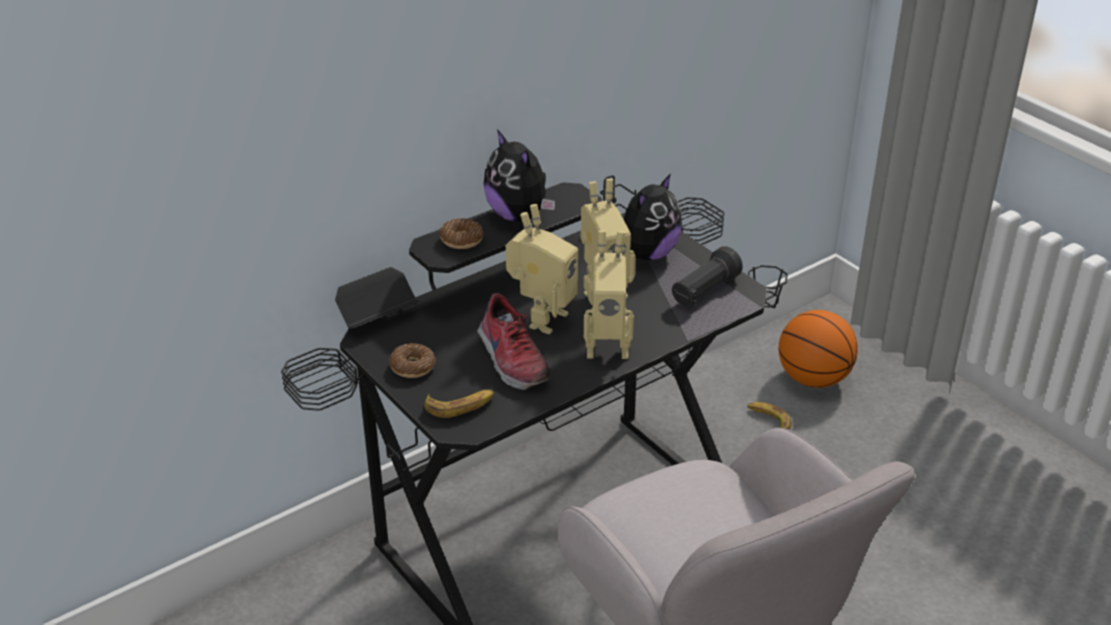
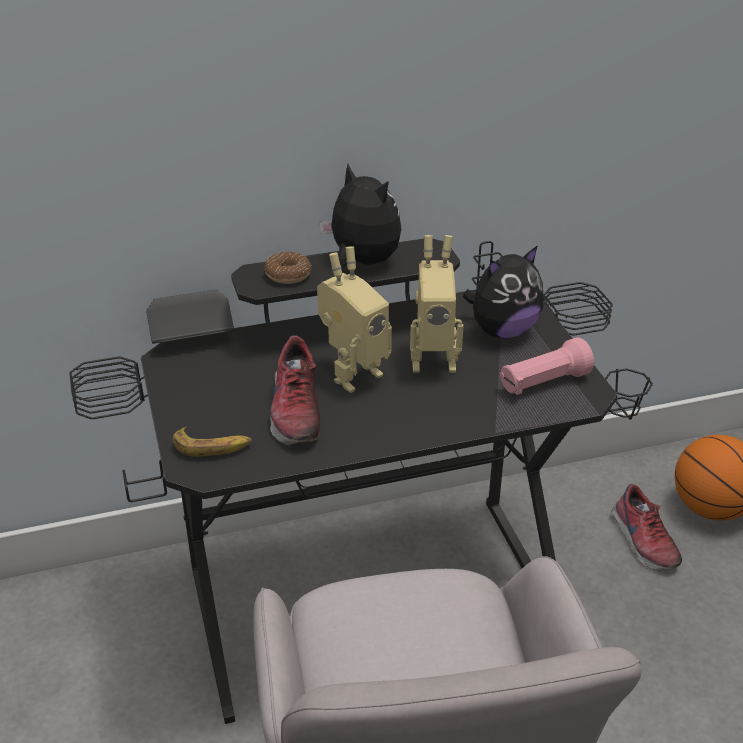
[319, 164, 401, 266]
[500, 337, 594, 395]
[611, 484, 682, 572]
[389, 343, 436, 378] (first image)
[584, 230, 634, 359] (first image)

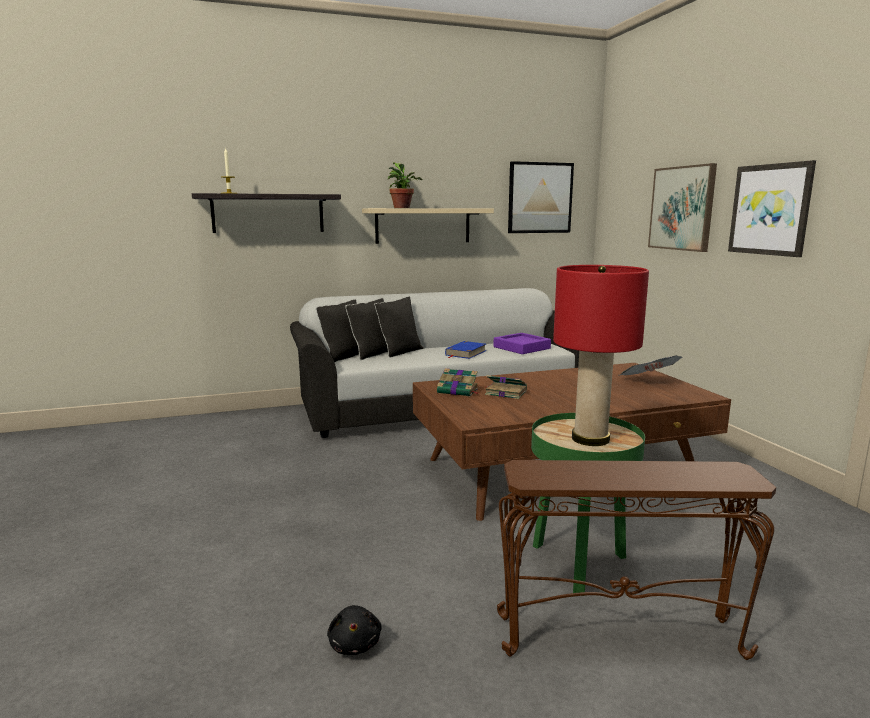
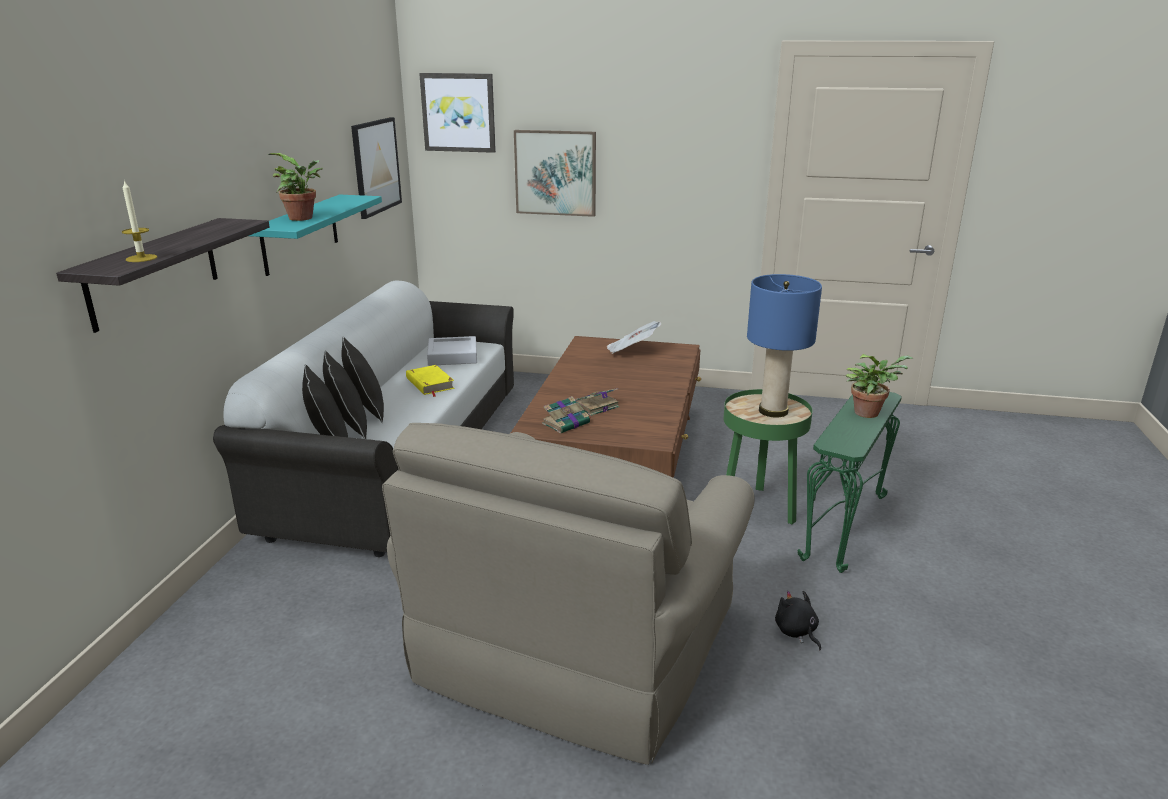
[249, 195, 382, 276]
[382, 423, 755, 765]
[406, 365, 455, 397]
[419, 73, 496, 153]
[427, 336, 477, 366]
[747, 274, 822, 417]
[775, 591, 821, 650]
[798, 392, 902, 573]
[845, 354, 913, 418]

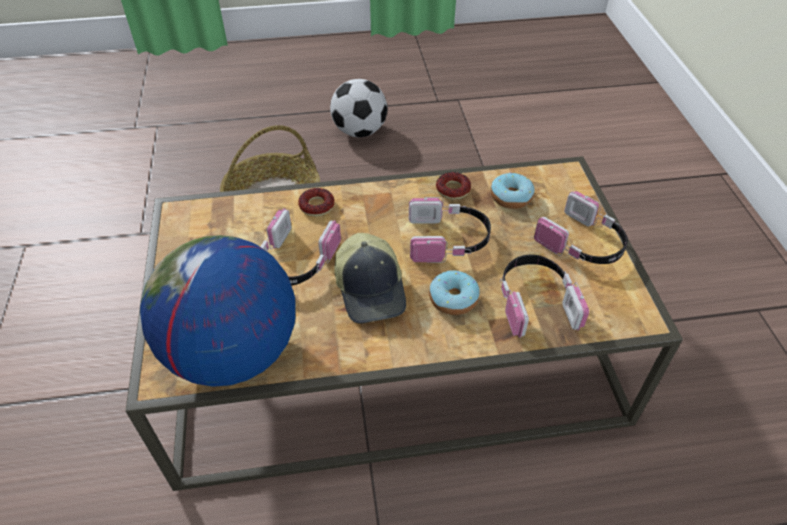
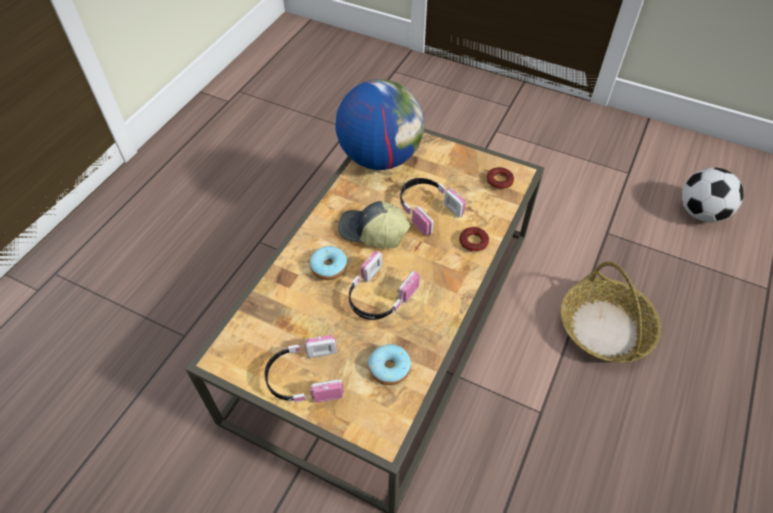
[486, 167, 514, 190]
[682, 168, 743, 223]
[500, 254, 589, 338] (first image)

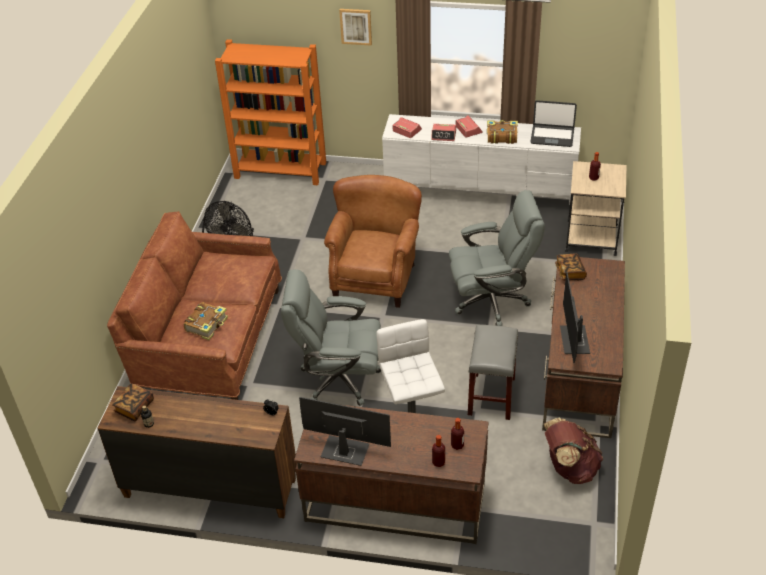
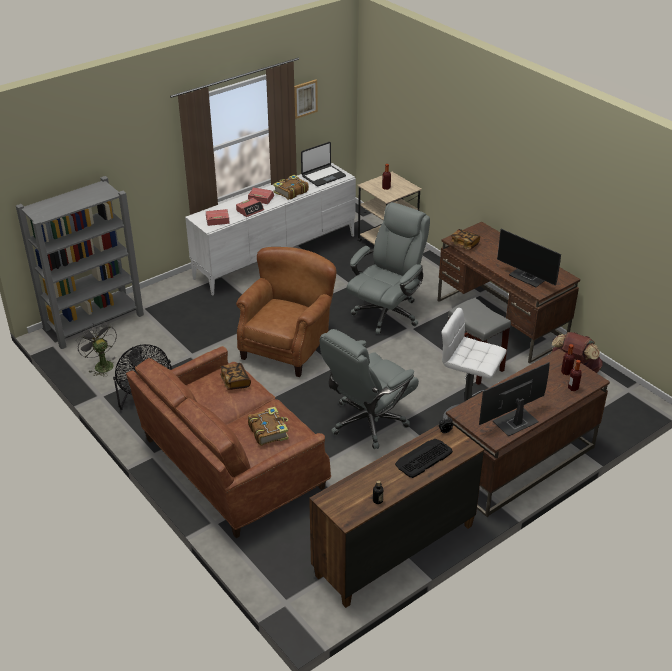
[16, 176, 144, 349]
[76, 321, 117, 377]
[220, 363, 251, 390]
[236, 247, 336, 377]
[294, 79, 318, 119]
[395, 439, 453, 478]

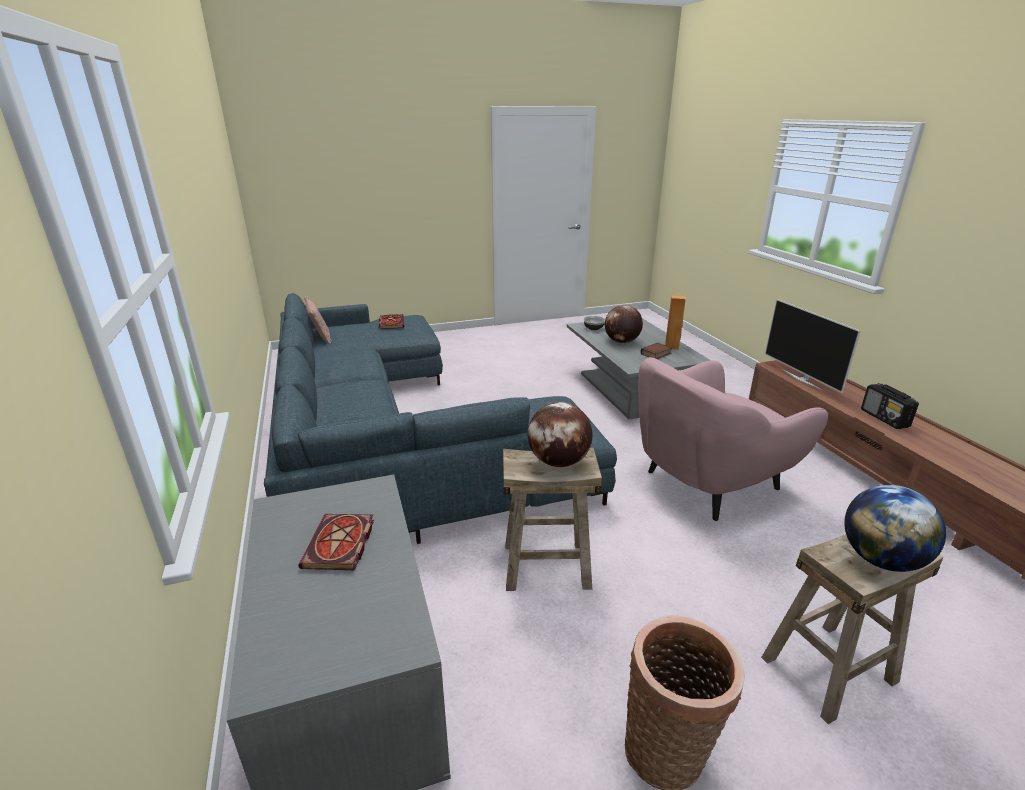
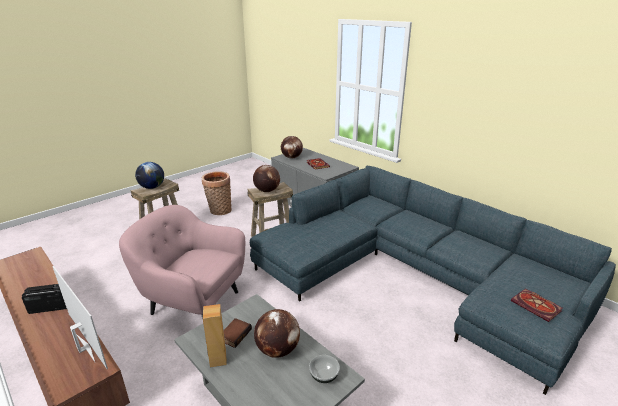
[22, 284, 67, 314]
[119, 205, 245, 319]
[281, 136, 303, 158]
[305, 296, 332, 344] (first image)

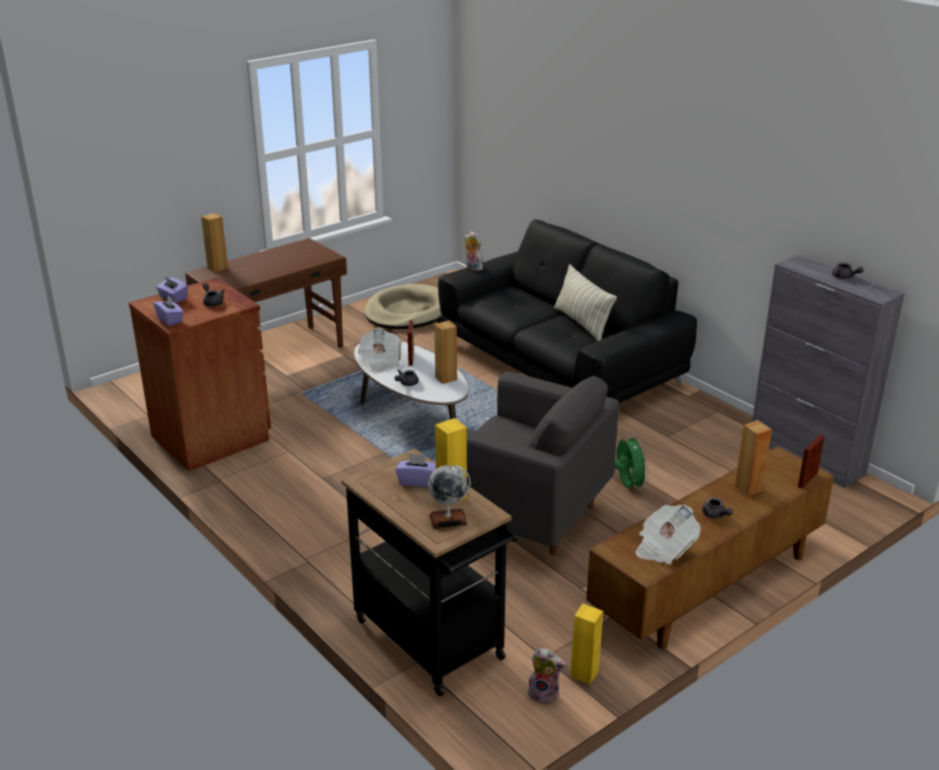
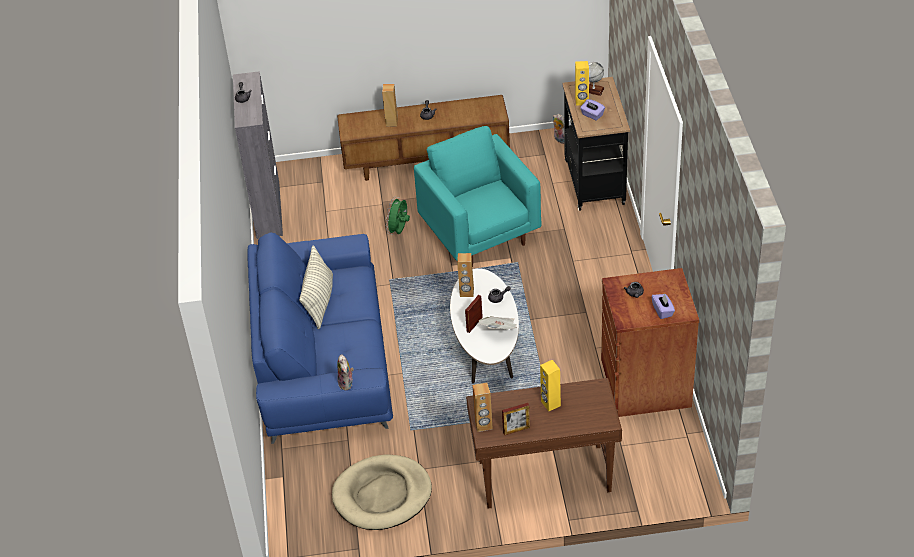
[247, 232, 393, 444]
[414, 126, 542, 267]
[472, 383, 493, 432]
[502, 403, 530, 435]
[540, 360, 561, 411]
[153, 295, 184, 326] (first image)
[635, 505, 701, 564] (first image)

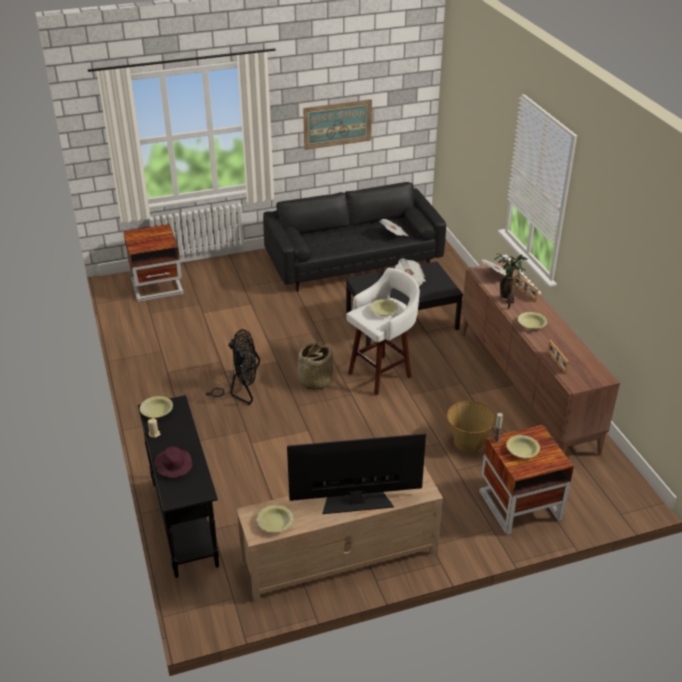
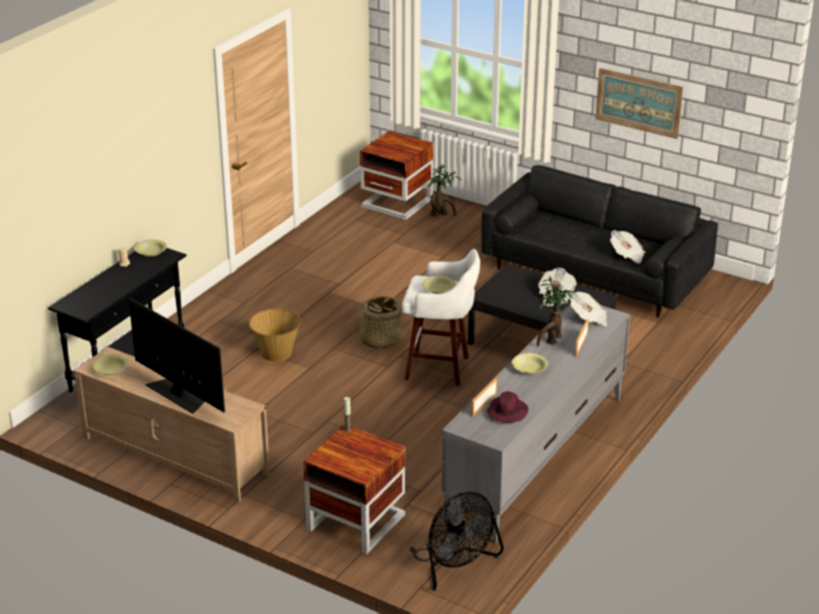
[249, 308, 301, 362]
[410, 492, 504, 591]
[429, 164, 461, 217]
[442, 302, 630, 544]
[487, 391, 528, 423]
[506, 435, 540, 458] (first image)

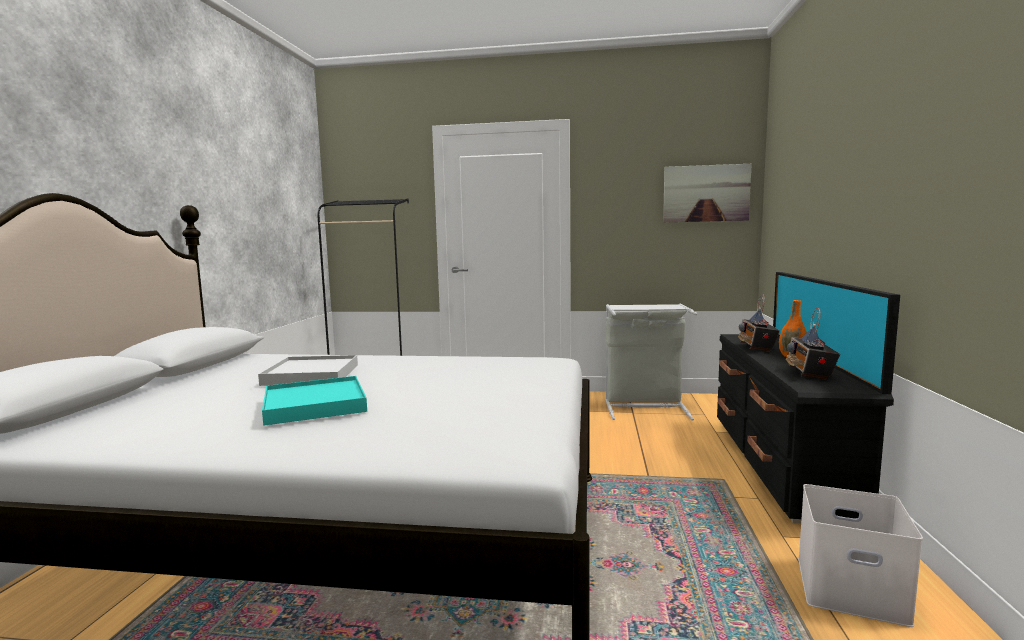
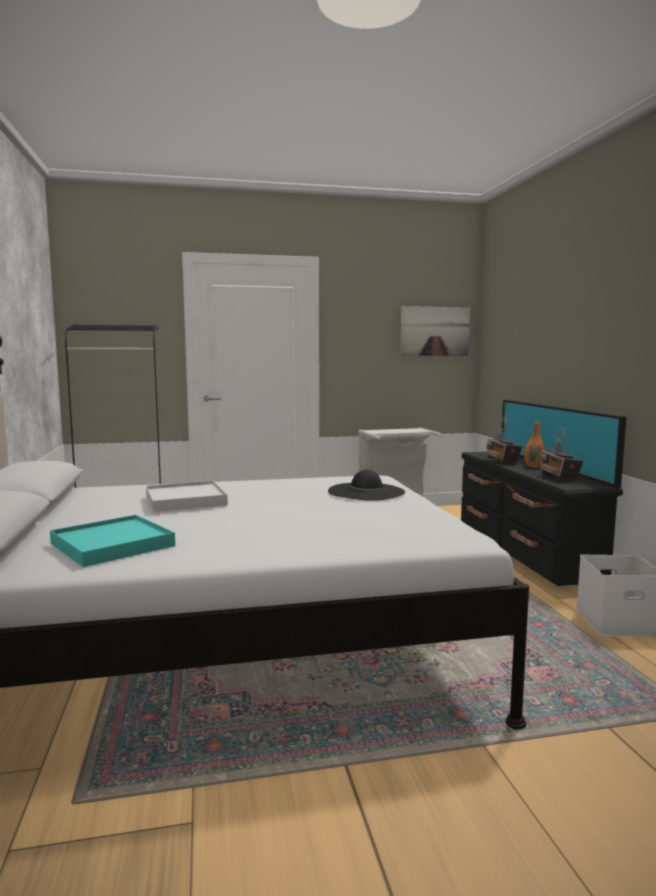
[50, 515, 175, 567]
[328, 470, 405, 501]

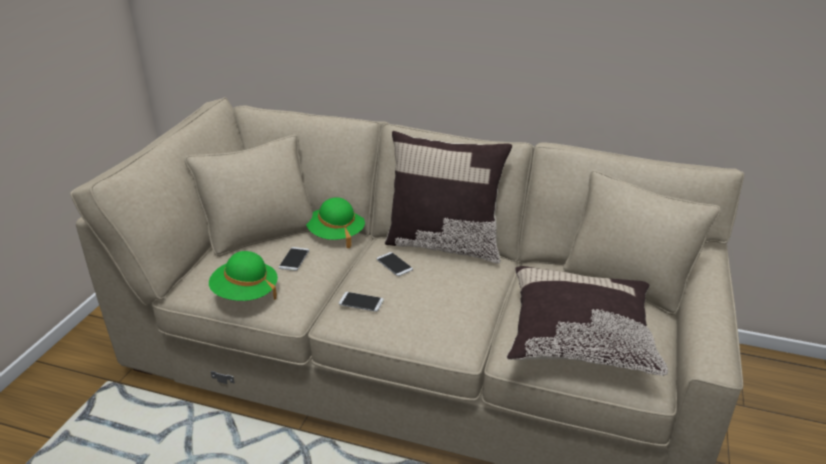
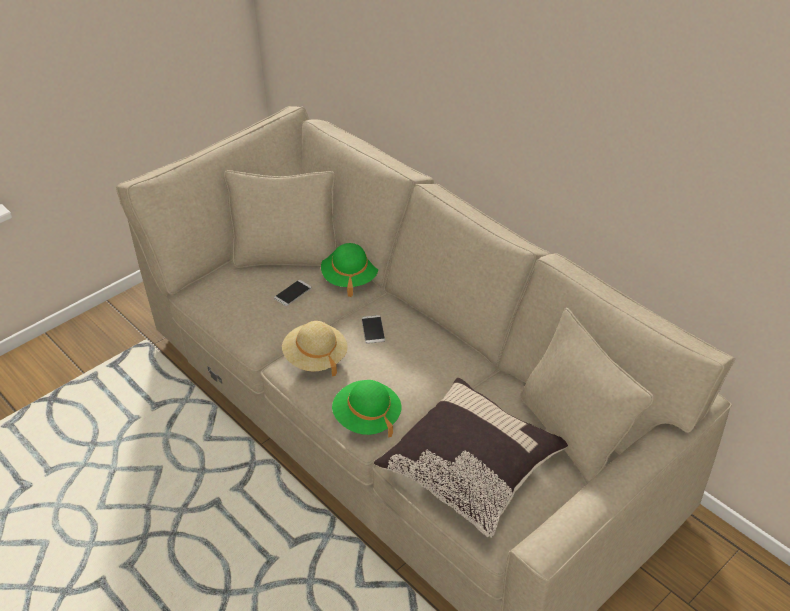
[282, 321, 348, 376]
[332, 380, 402, 438]
[385, 131, 512, 264] (first image)

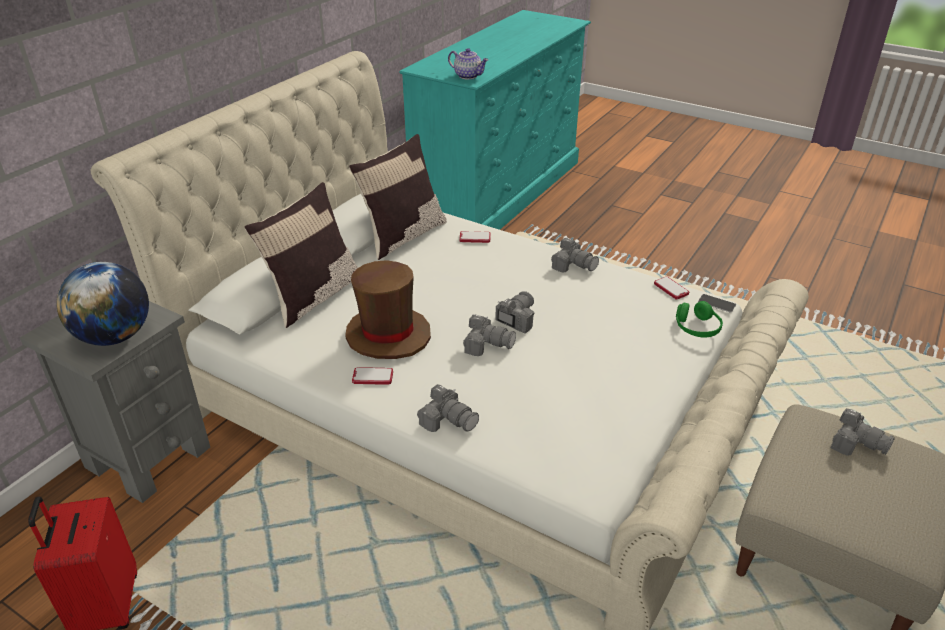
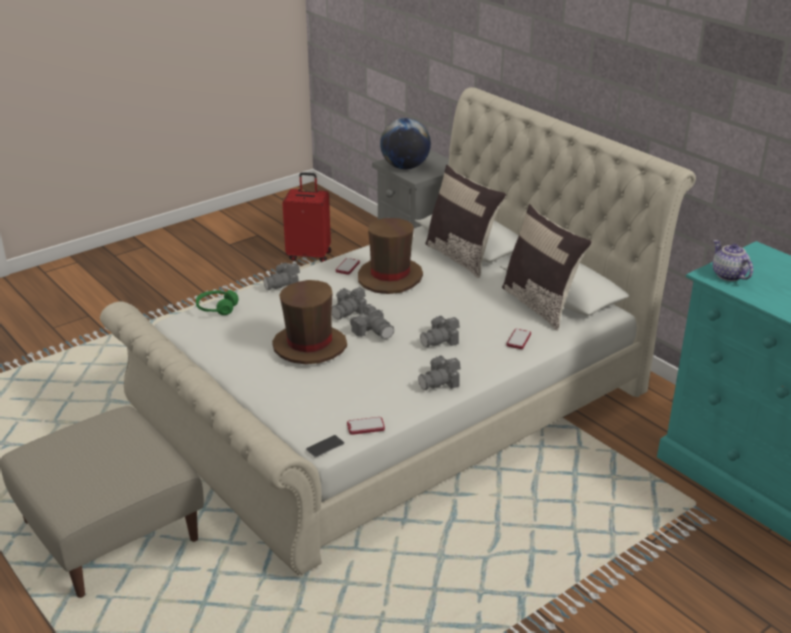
[196, 290, 238, 315]
[272, 280, 347, 364]
[420, 316, 460, 347]
[713, 240, 753, 281]

